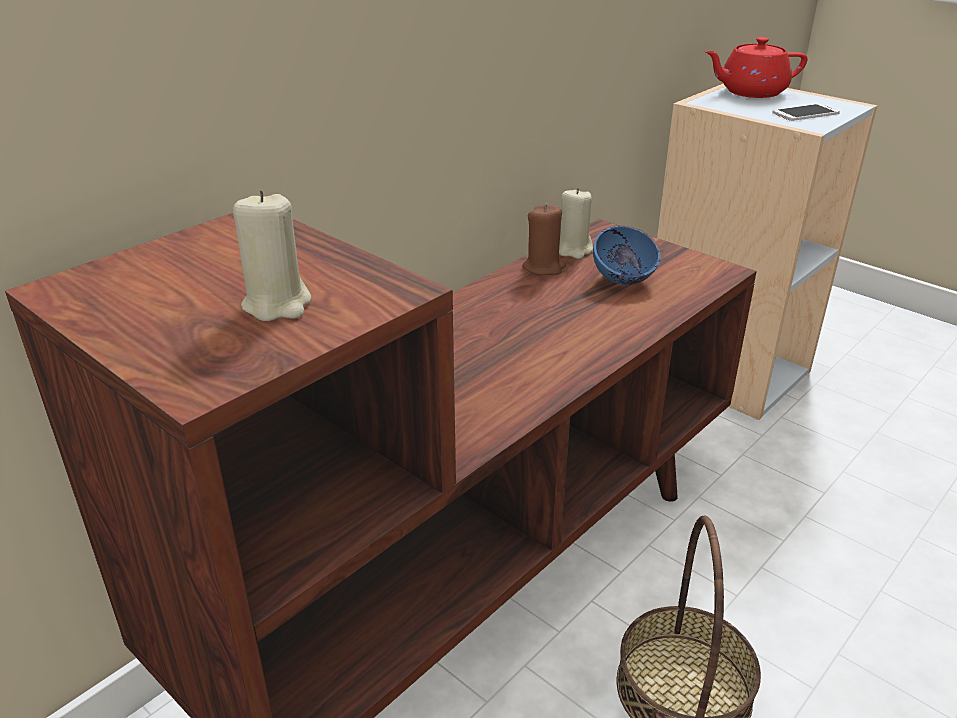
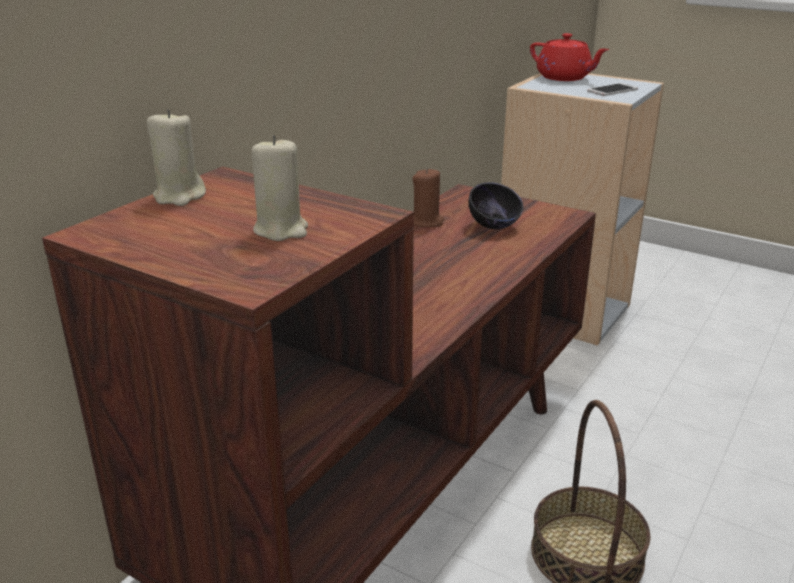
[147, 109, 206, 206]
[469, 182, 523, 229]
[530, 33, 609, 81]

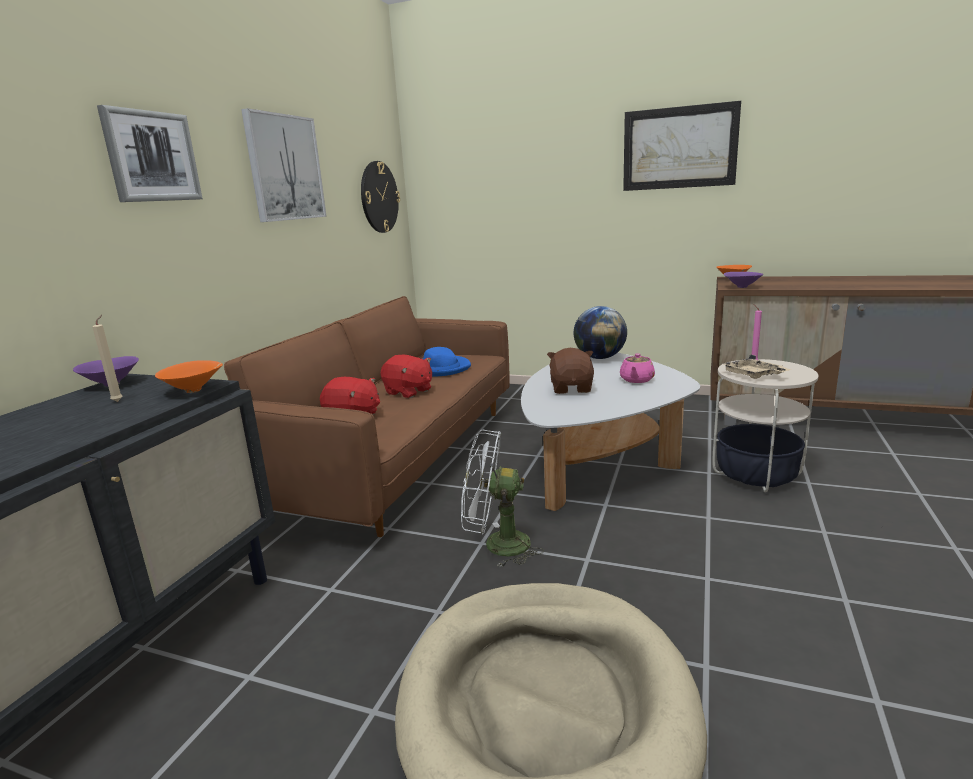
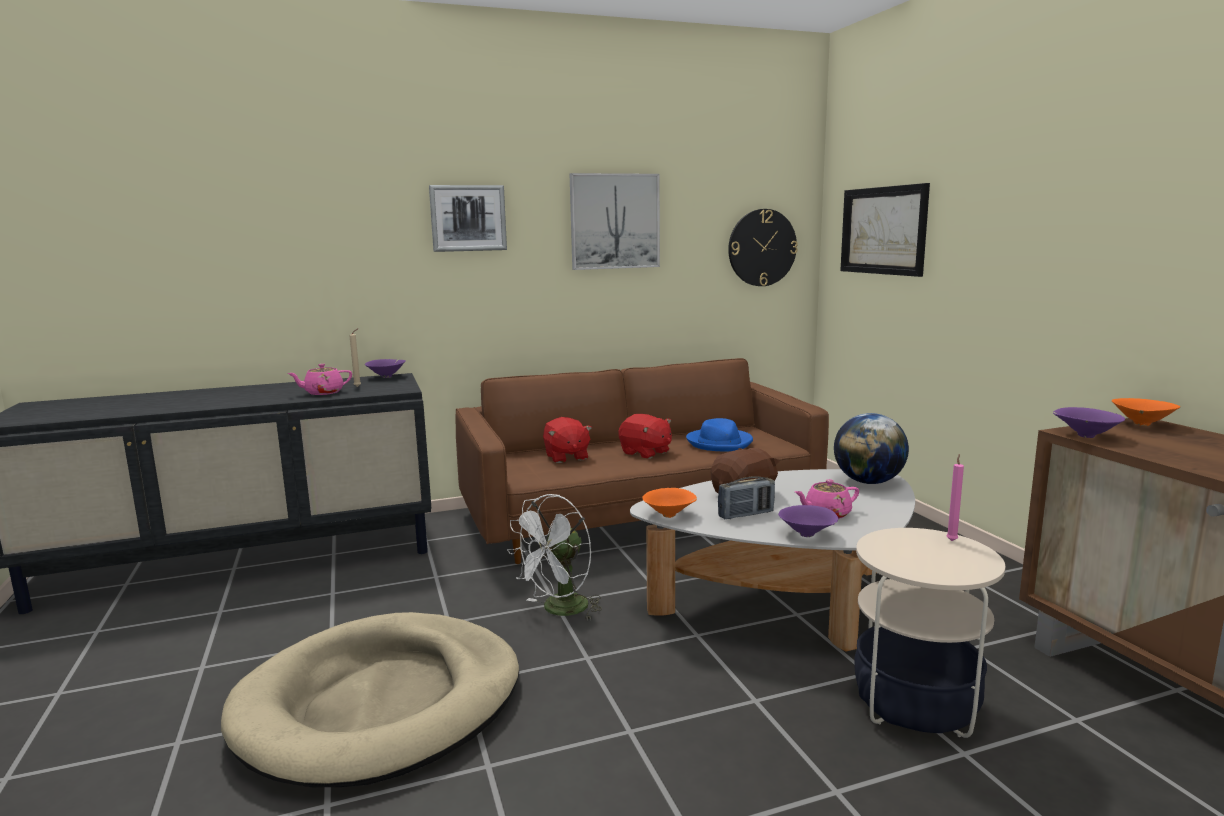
[287, 364, 352, 395]
[507, 494, 602, 621]
[618, 414, 672, 459]
[642, 488, 697, 518]
[718, 476, 775, 519]
[778, 505, 838, 537]
[840, 183, 930, 277]
[723, 354, 792, 379] (first image)

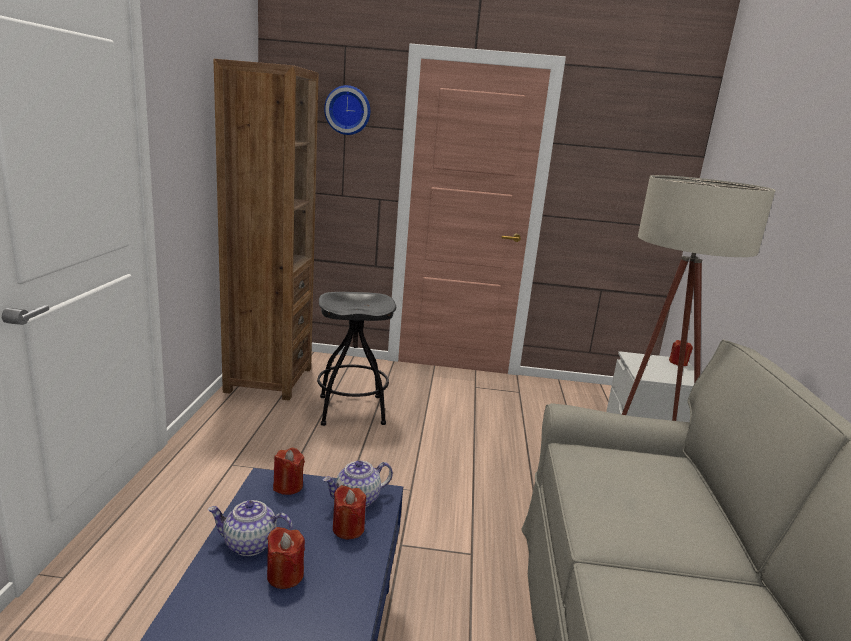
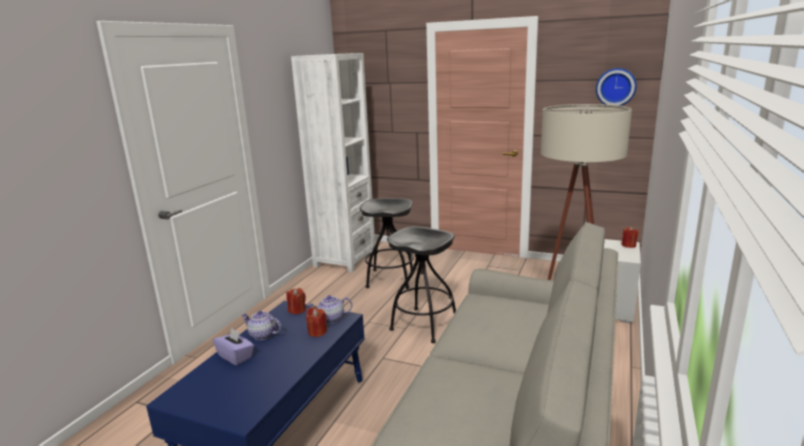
[213, 328, 254, 366]
[291, 53, 375, 272]
[387, 227, 456, 343]
[596, 68, 637, 106]
[267, 527, 305, 589] (first image)

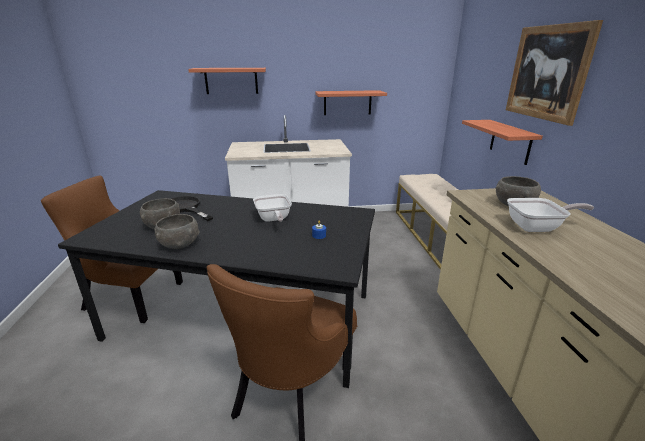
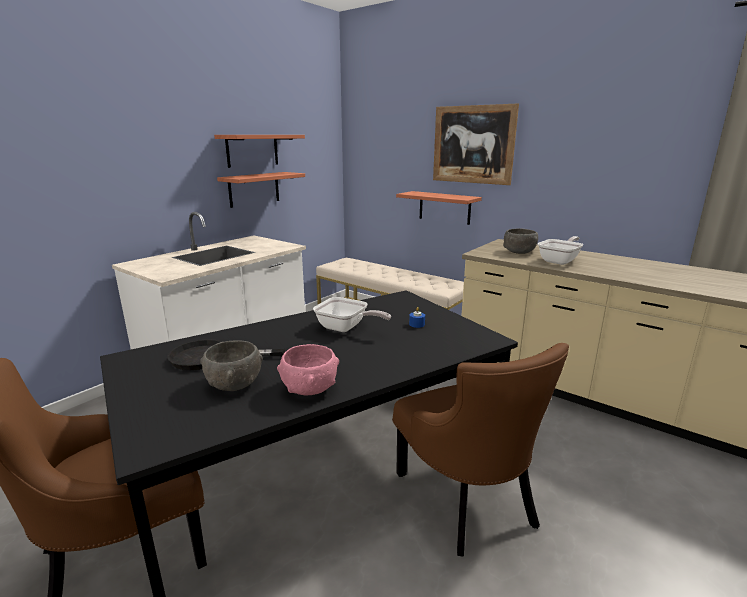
[214, 135, 305, 168]
[277, 344, 339, 395]

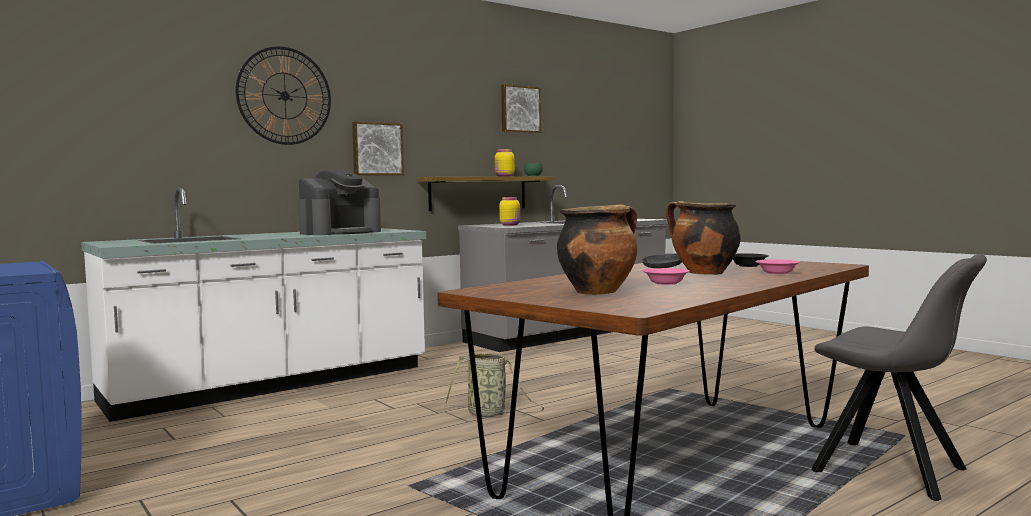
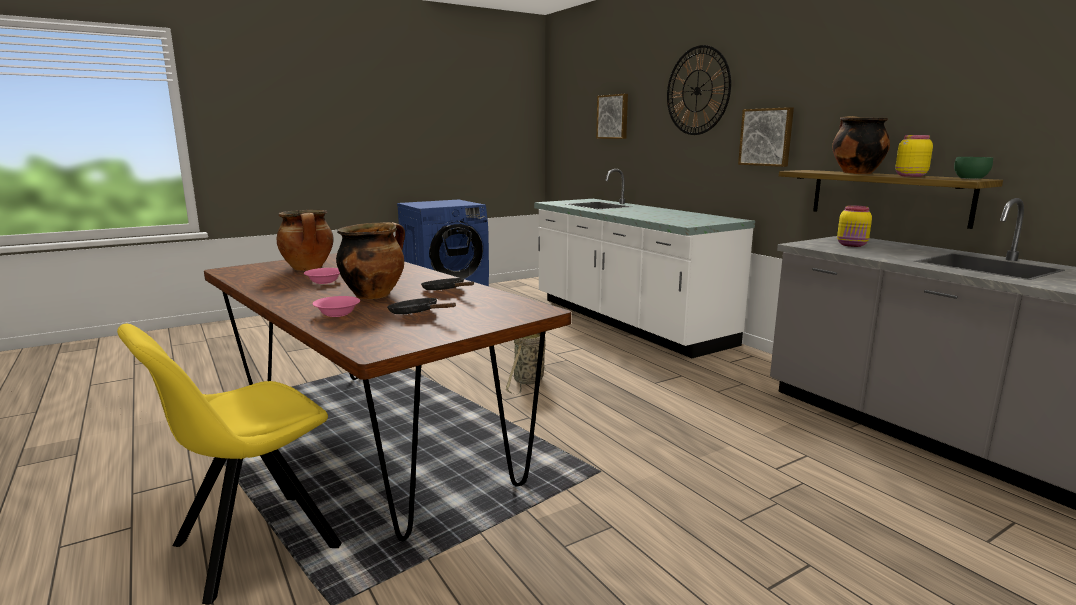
[117, 324, 342, 605]
[387, 298, 456, 314]
[596, 94, 628, 139]
[832, 116, 890, 174]
[298, 170, 381, 235] (first image)

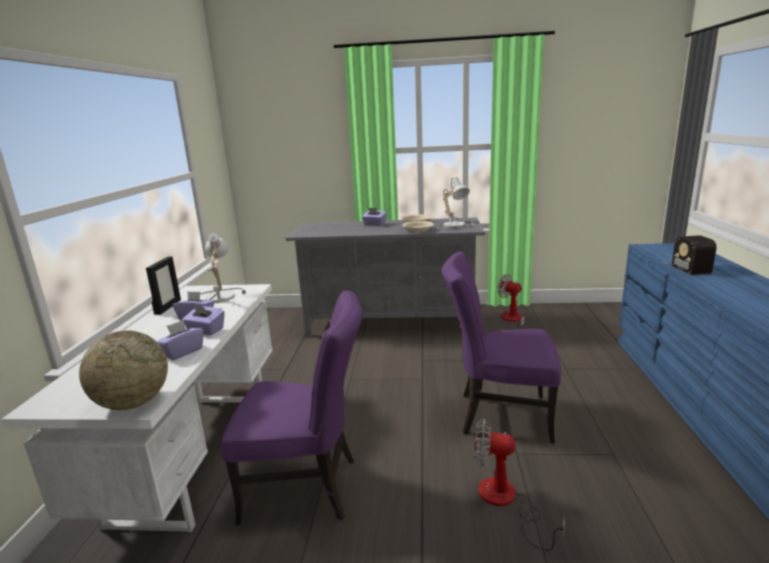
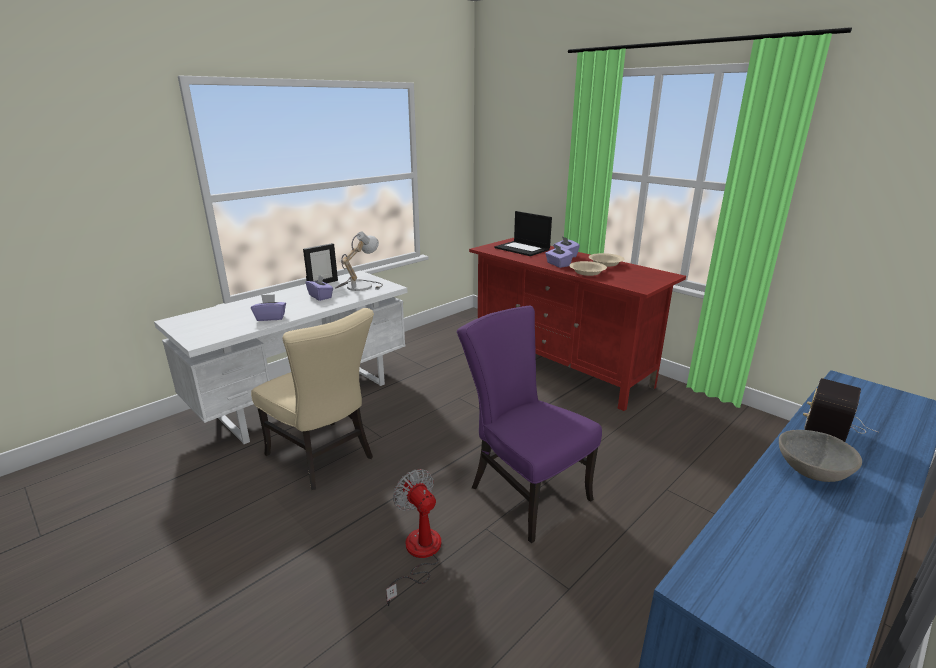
[251, 308, 374, 490]
[469, 238, 686, 411]
[495, 211, 552, 256]
[545, 244, 573, 268]
[779, 430, 862, 482]
[79, 331, 168, 410] (first image)
[438, 177, 474, 230] (first image)
[498, 274, 527, 330] (first image)

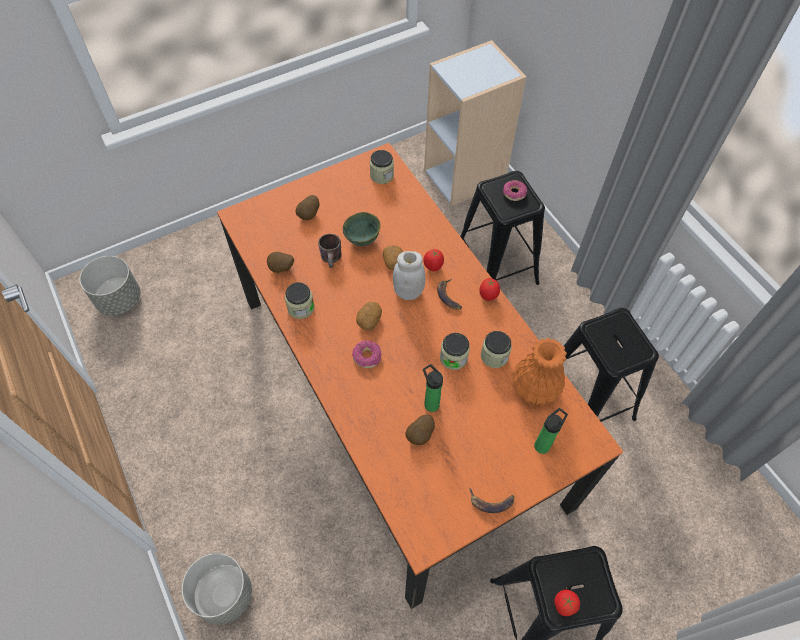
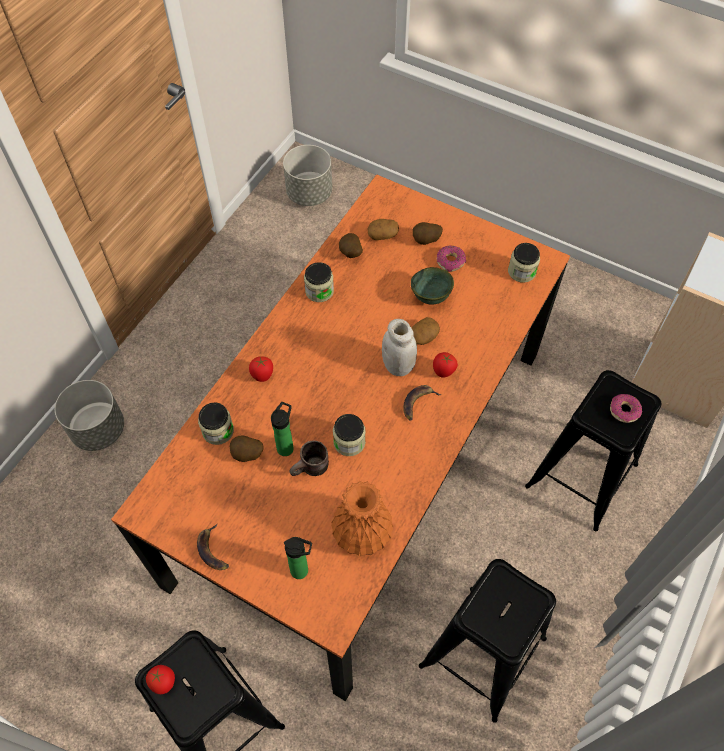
[198, 402, 234, 445]
[249, 356, 273, 382]
[290, 441, 329, 476]
[368, 219, 399, 240]
[436, 245, 466, 272]

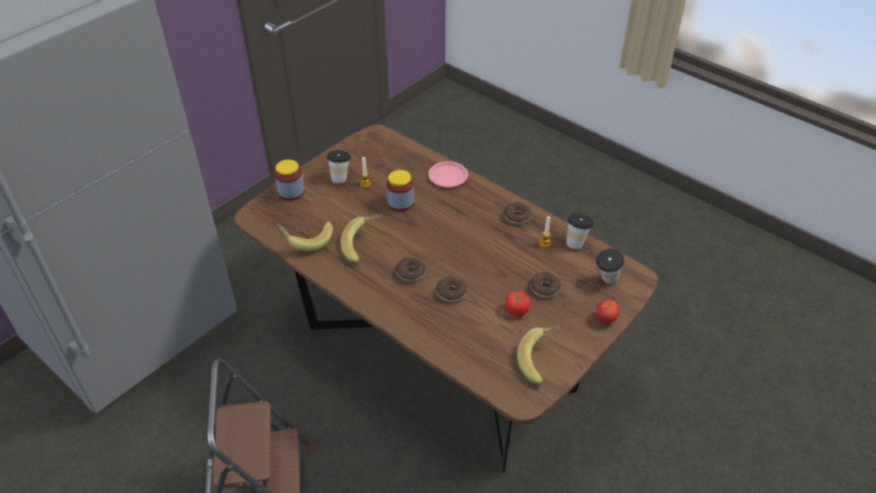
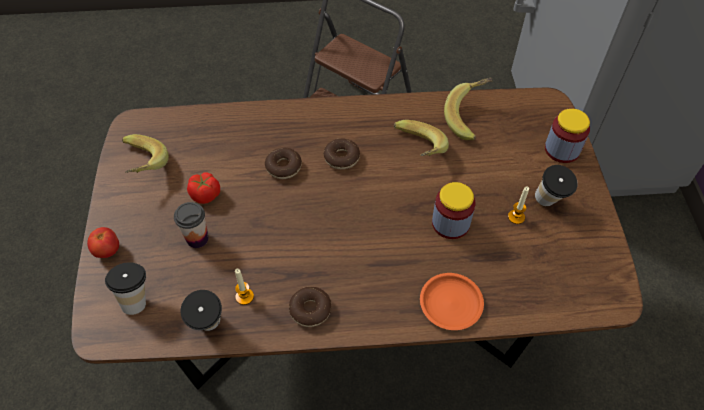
[174, 202, 209, 248]
[420, 273, 484, 330]

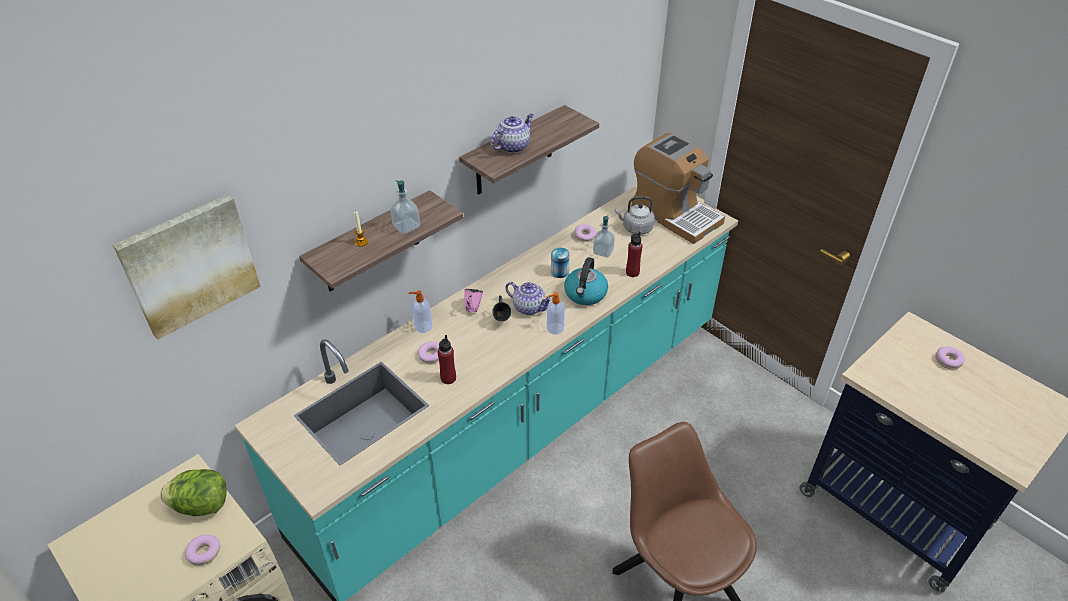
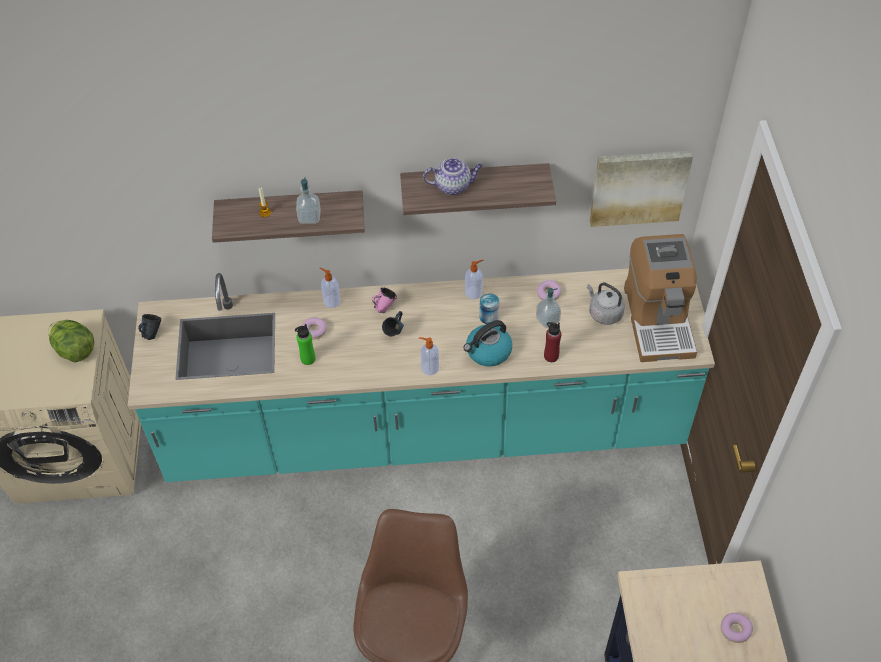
[138, 314, 161, 340]
[295, 324, 315, 365]
[465, 260, 483, 299]
[590, 151, 693, 227]
[185, 535, 220, 566] (first image)
[505, 282, 553, 315] (first image)

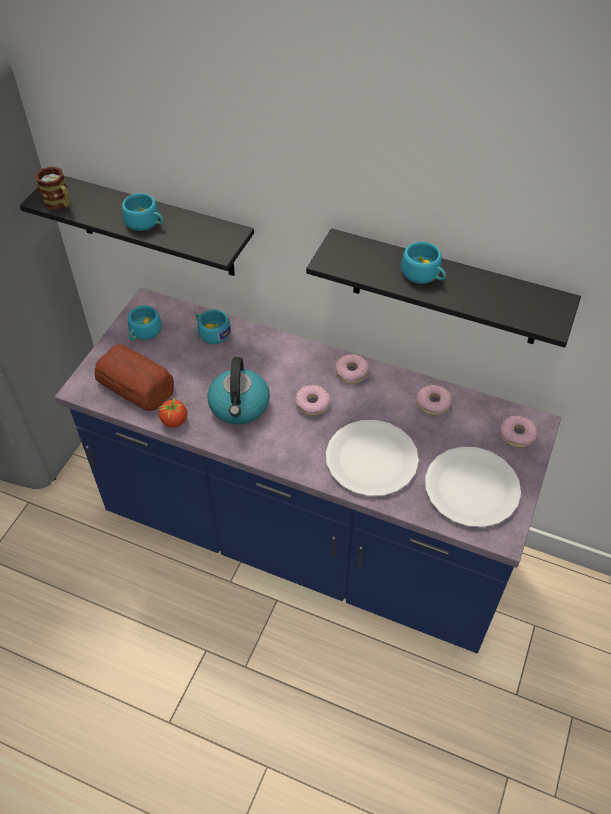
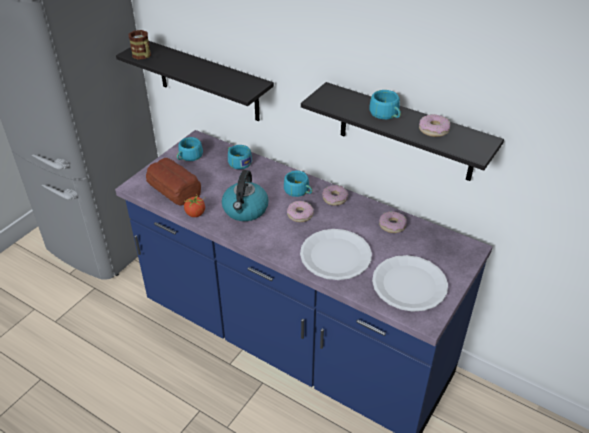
[284, 171, 312, 197]
[419, 114, 450, 137]

